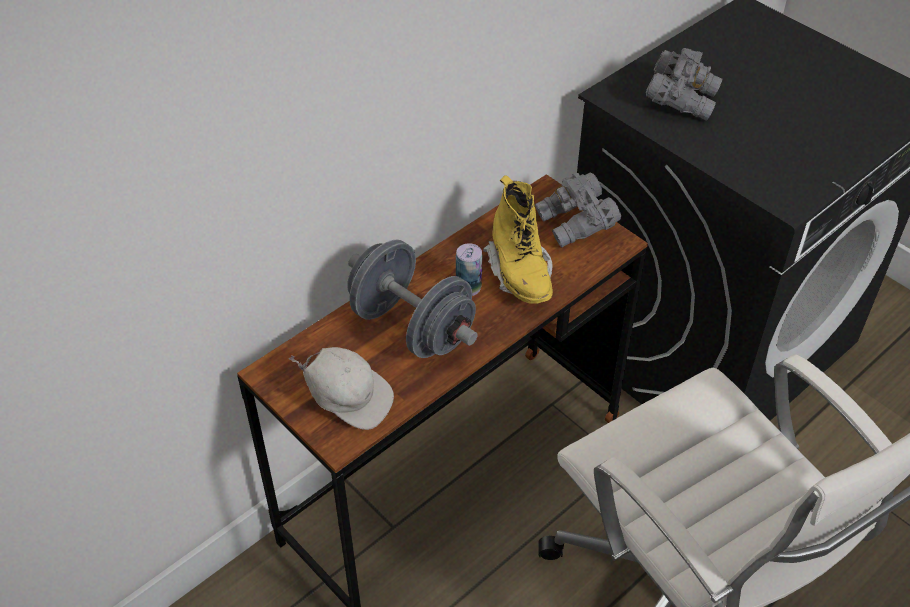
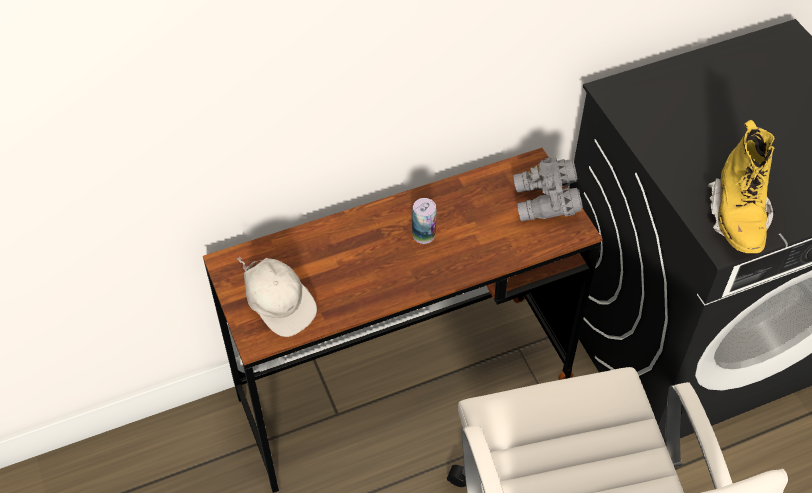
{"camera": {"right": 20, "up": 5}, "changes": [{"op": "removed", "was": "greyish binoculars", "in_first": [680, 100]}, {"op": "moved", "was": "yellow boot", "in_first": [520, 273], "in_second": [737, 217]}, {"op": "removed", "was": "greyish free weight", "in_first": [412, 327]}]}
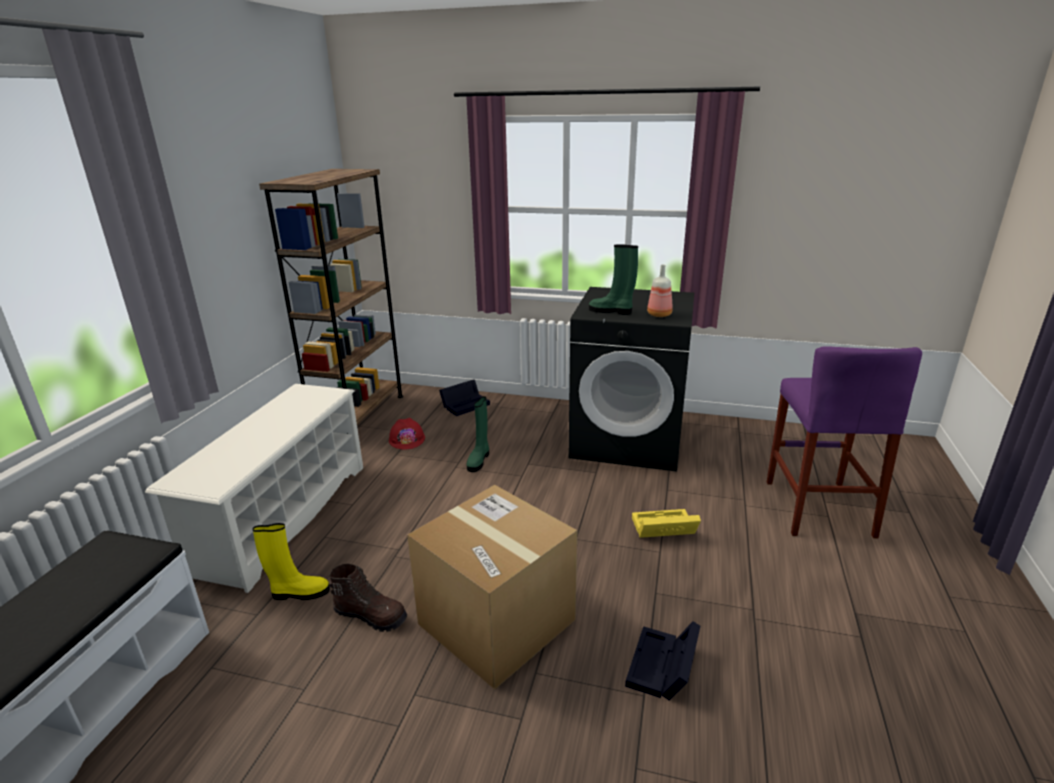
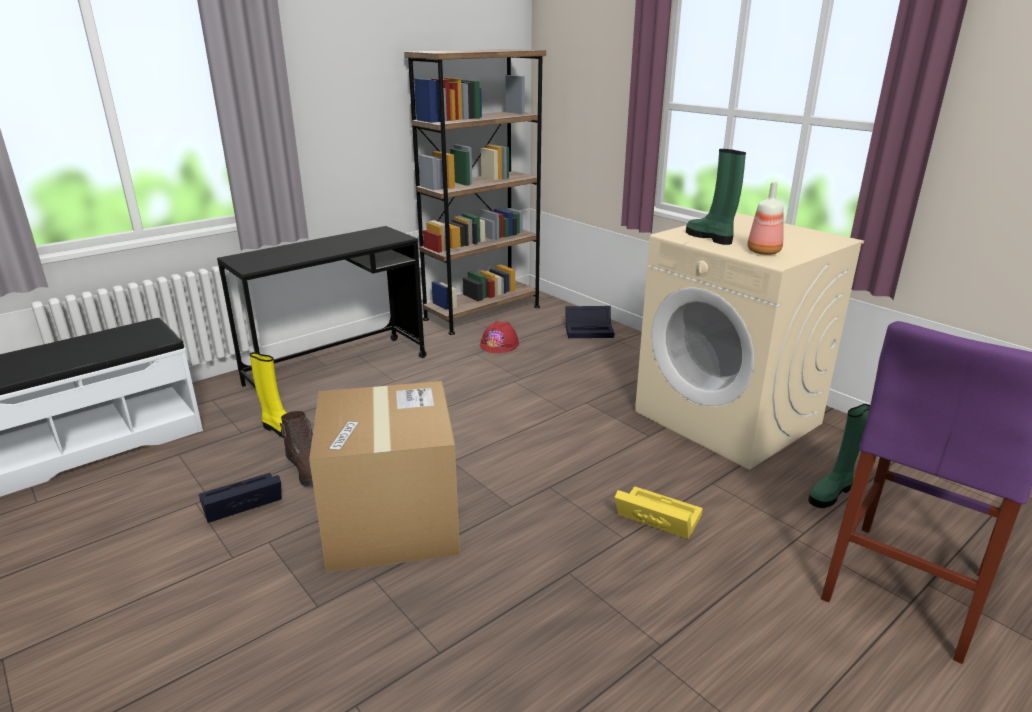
{"camera": {"right": 35, "up": 0}, "changes": [{"op": "recoloured", "was": "black washing machine", "now": "beige washing machine", "in_first": [628, 440], "in_second": [728, 418]}, {"op": "replaced", "was": "white-coloured shoe rack", "now": "black desk", "in_first": [283, 516], "in_second": [337, 370]}, {"op": "moved", "was": "green boot", "in_first": [479, 460], "in_second": [831, 493]}, {"op": "moved", "was": "black storage box", "in_first": [662, 668], "in_second": [240, 505]}]}
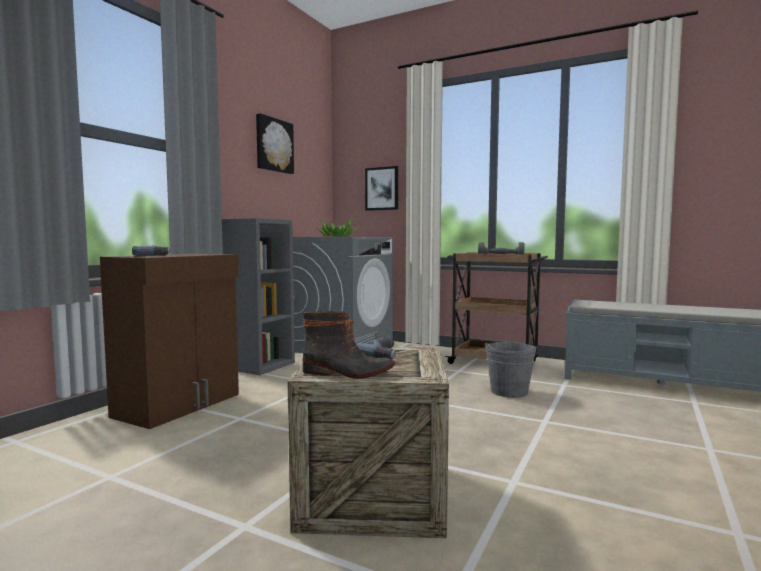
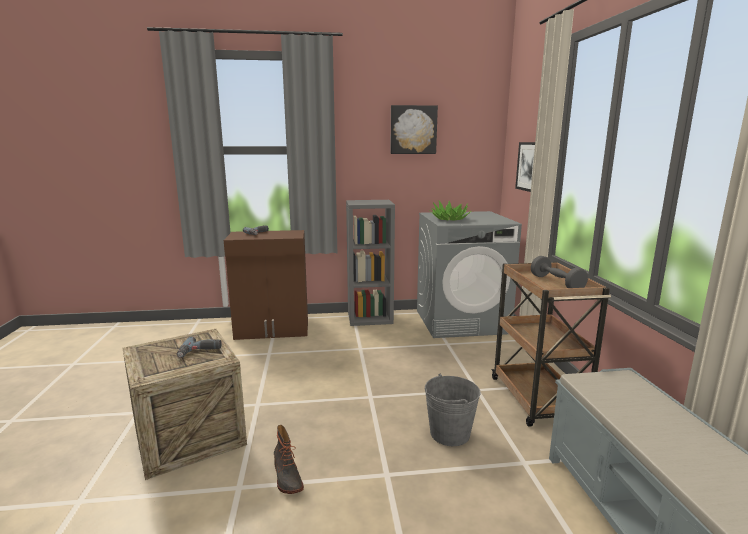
{"camera": {"right": 55, "up": 10}, "changes": [{"op": "moved", "was": "boot", "in_first": [347, 373], "in_second": [286, 477]}]}
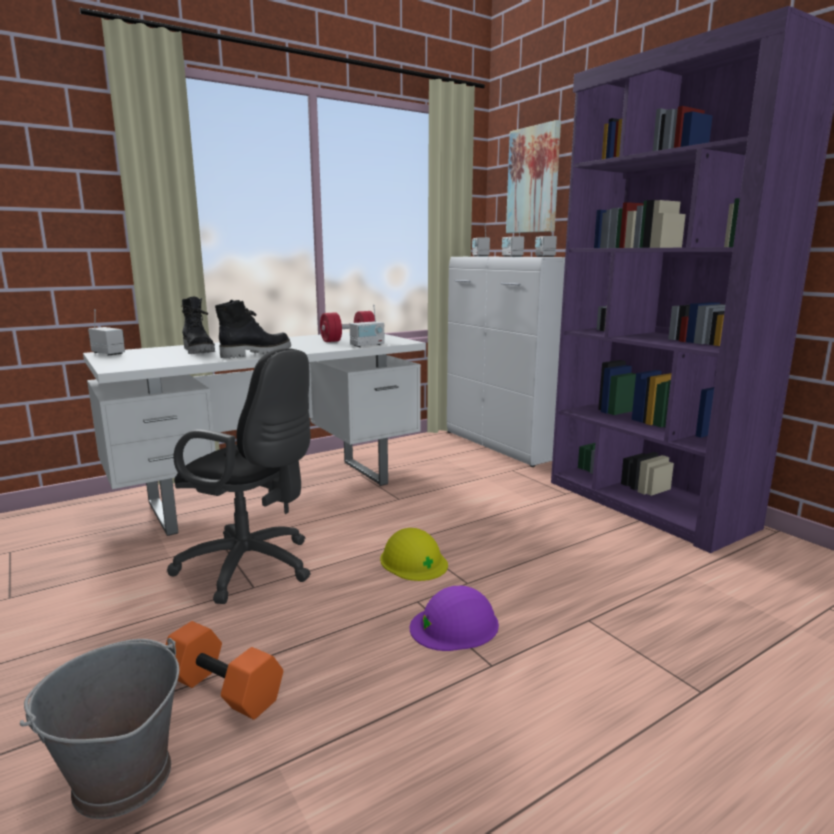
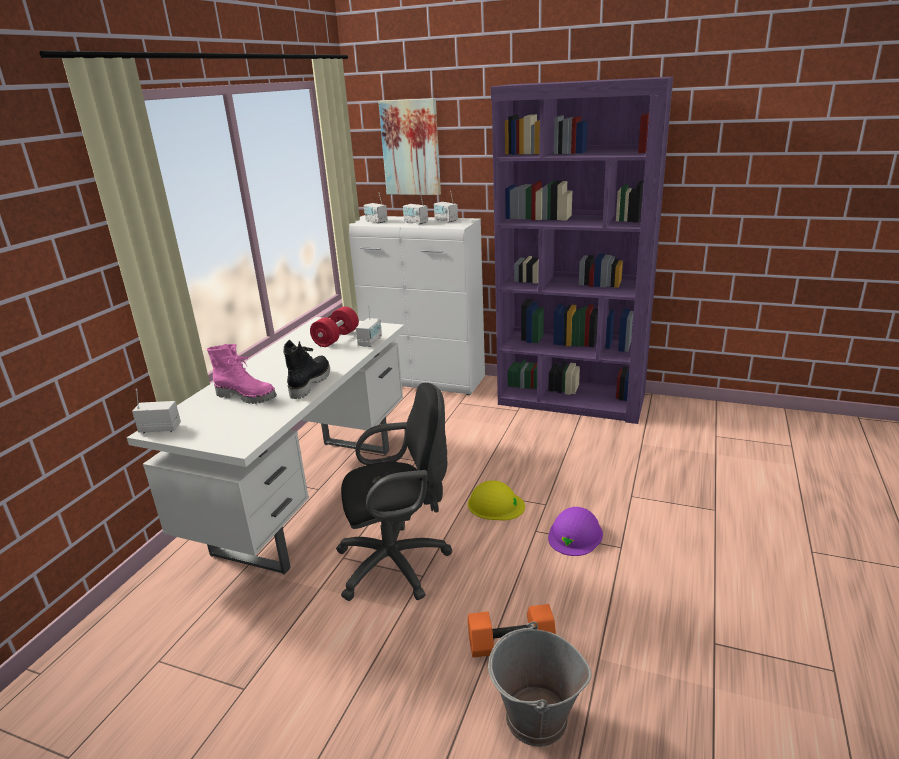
{"camera": {"right": -35, "up": 10}, "changes": [{"op": "recoloured", "was": "black boot", "now": "pink-coloured boot", "in_first": [199, 351], "in_second": [247, 396]}]}
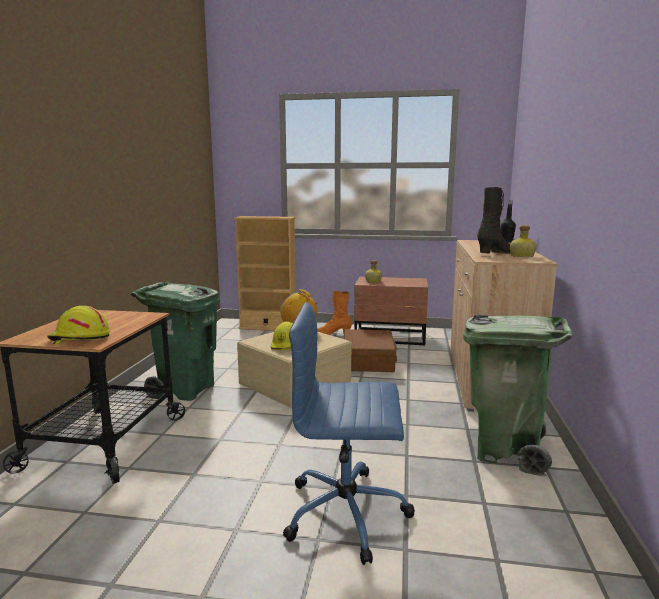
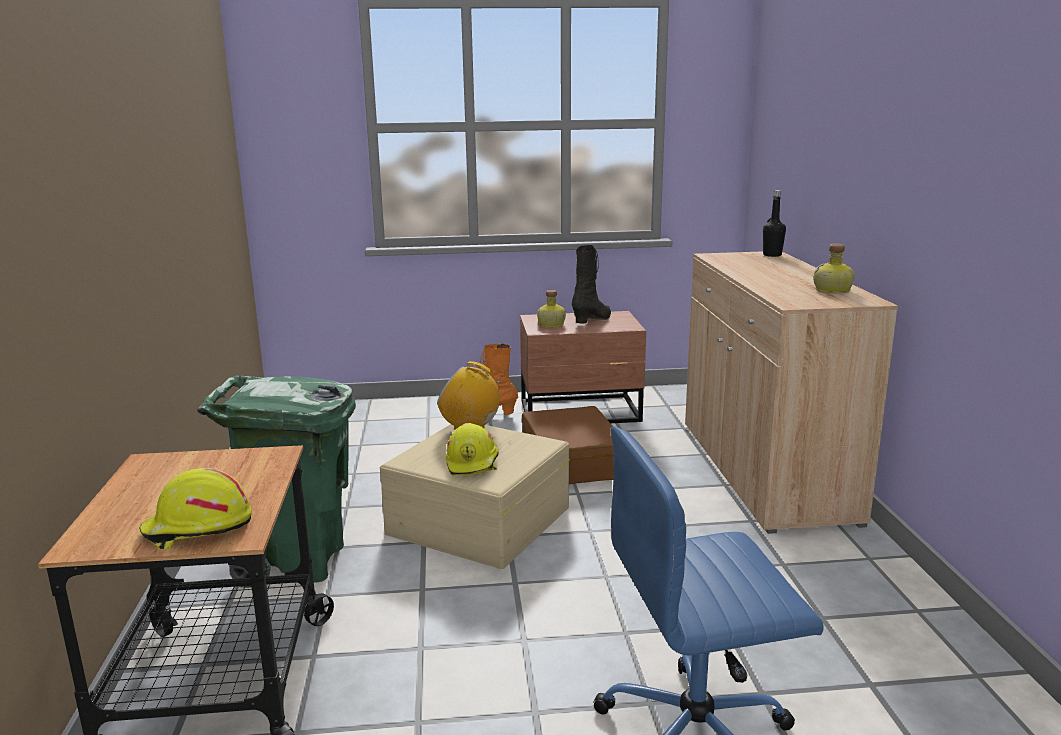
{"camera": {"right": -15, "up": 5}, "changes": [{"op": "moved", "was": "black boot", "in_first": [495, 253], "in_second": [593, 320]}, {"op": "removed", "was": "beige bookshelf", "in_first": [268, 327]}, {"op": "removed", "was": "green trash can", "in_first": [506, 451]}]}
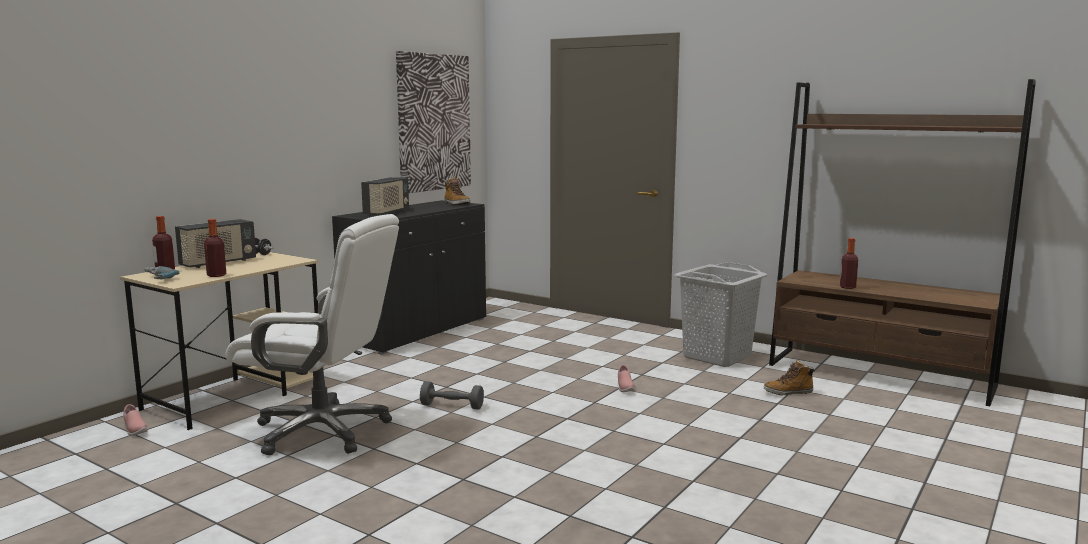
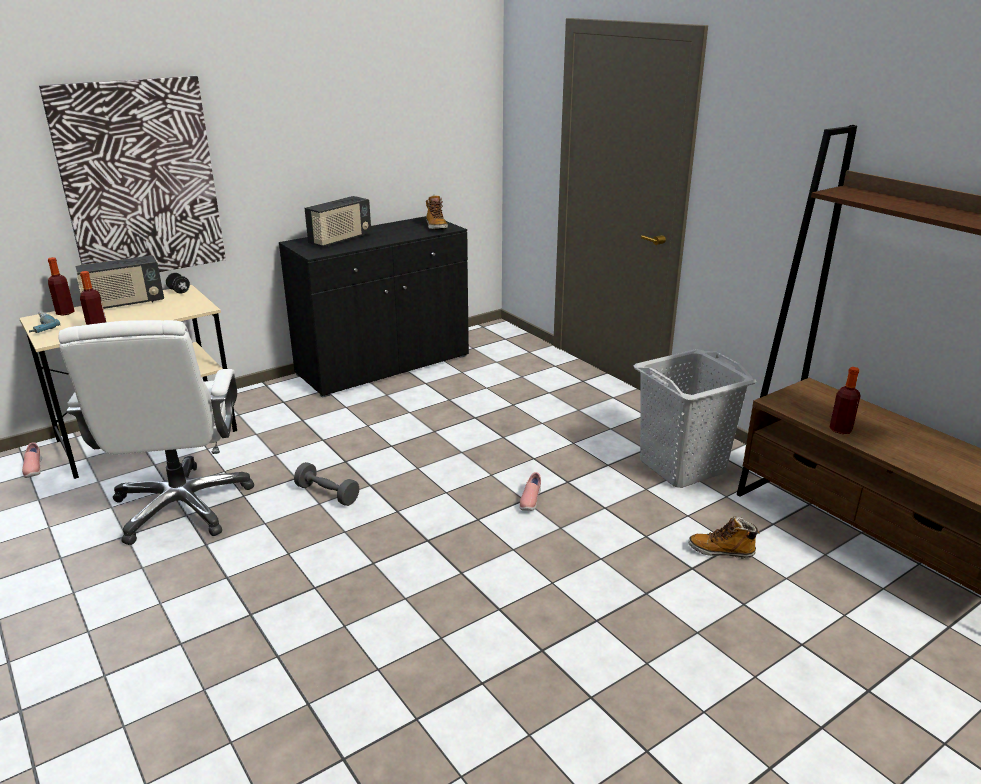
{"camera": {"right": 20, "up": 15}, "changes": [{"op": "moved", "was": "wall picture", "in_first": [434, 122], "in_second": [140, 180]}, {"op": "turned", "was": "white-coloured desk chair", "in_first": [323, 431], "in_second": [182, 506], "clockwise": 45}]}
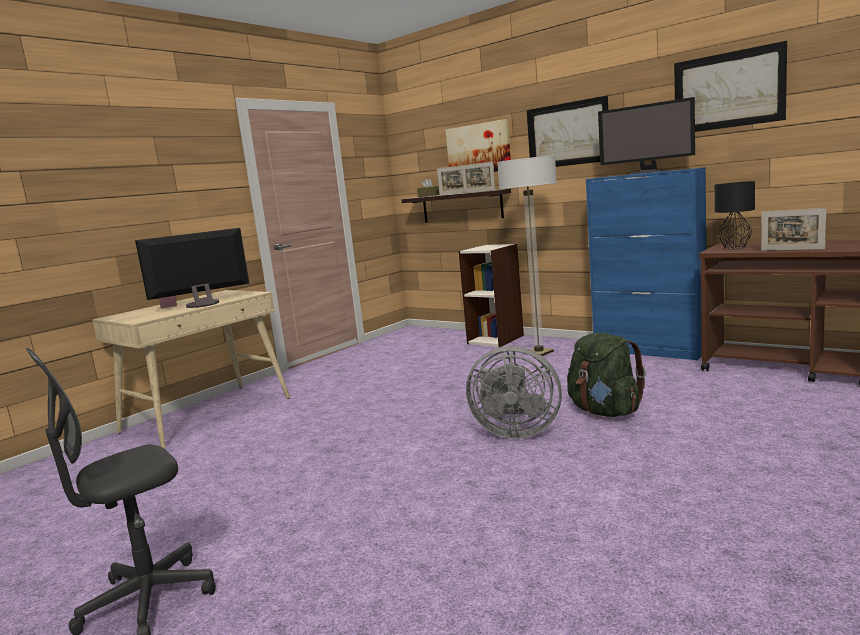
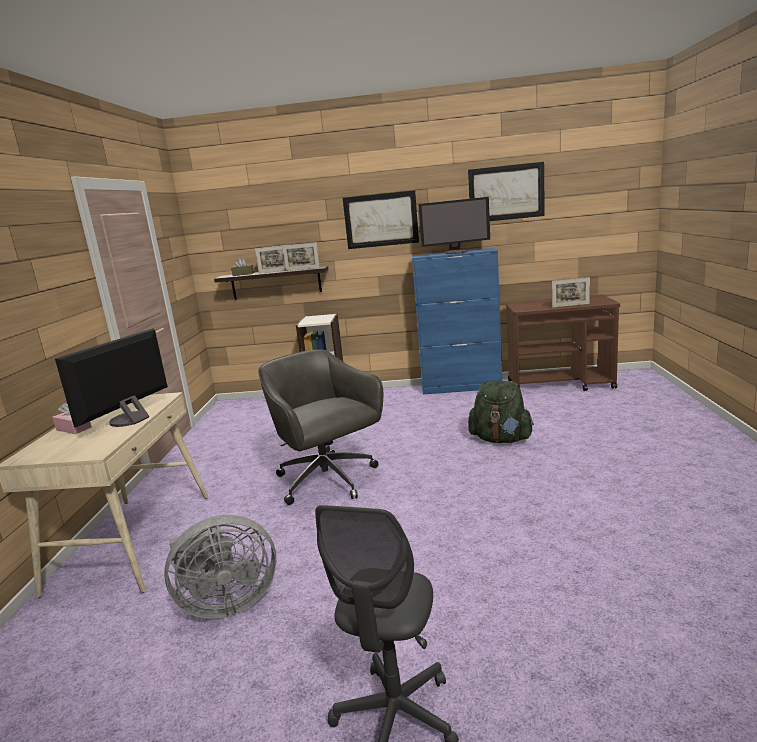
{"camera": {"right": -35, "up": 5}, "changes": [{"op": "removed", "was": "wall picture", "in_first": [478, 149]}, {"op": "removed", "was": "standard lamp", "in_first": [539, 353]}, {"op": "removed", "was": "black tabletop lamp", "in_first": [735, 248]}, {"op": "moved", "was": "greyish electric fan", "in_first": [514, 432], "in_second": [226, 603]}, {"op": "added", "now": "greyish desk chair", "in_second": [328, 481]}]}
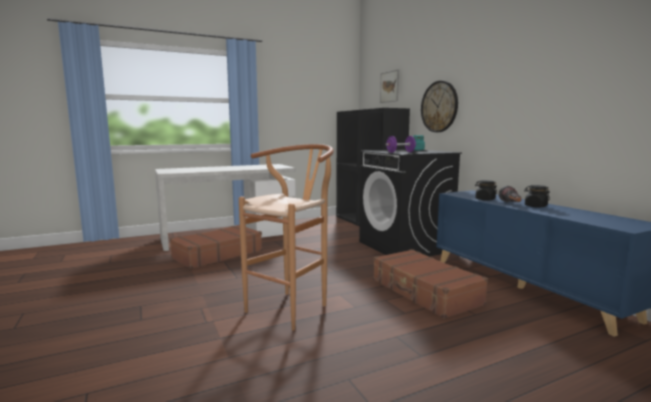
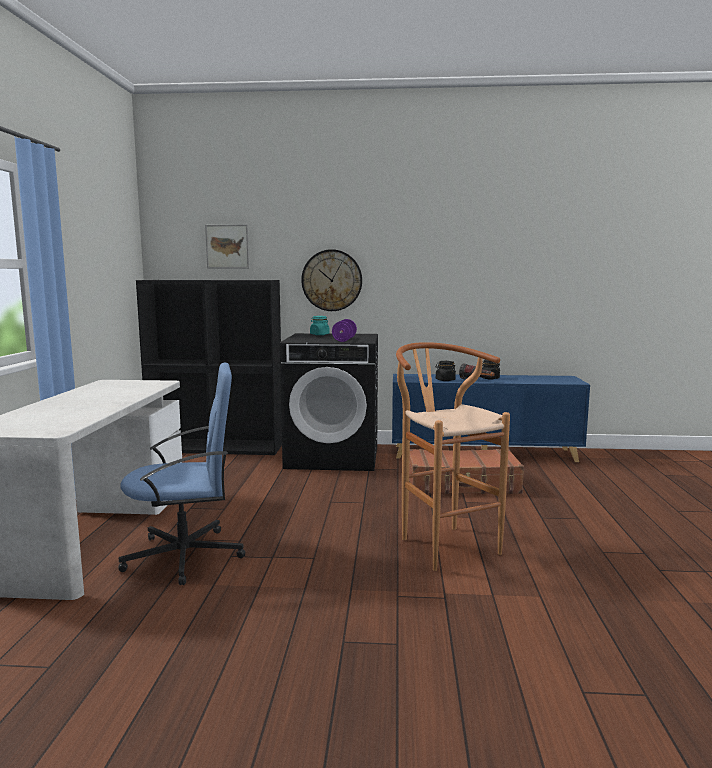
{"camera": {"right": -60, "up": 0}, "changes": [{"op": "replaced", "was": "brownish travel case", "now": "bluish desk chair", "in_first": [217, 254], "in_second": [186, 556]}]}
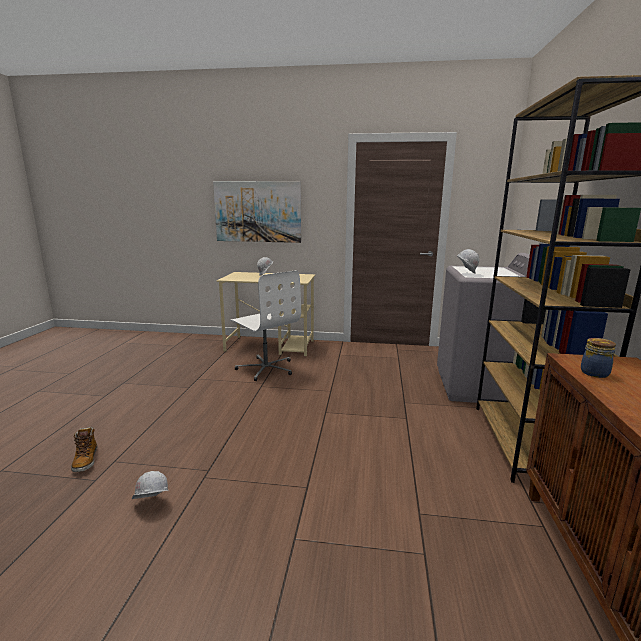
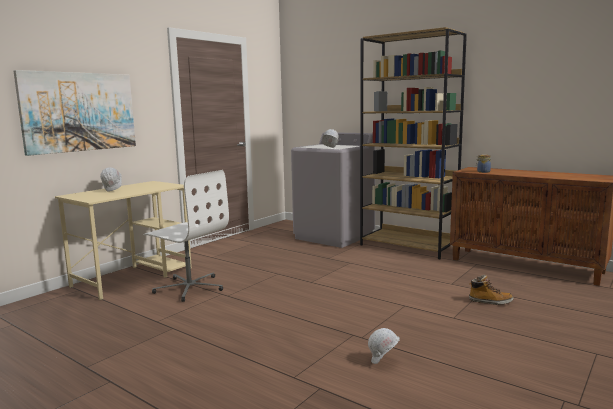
{"camera": {"right": -60, "up": -5}, "changes": [{"op": "turned", "was": "white-coloured desk chair", "in_first": [266, 368], "in_second": [189, 287], "clockwise": 45}, {"op": "moved", "was": "boot", "in_first": [86, 460], "in_second": [490, 301]}]}
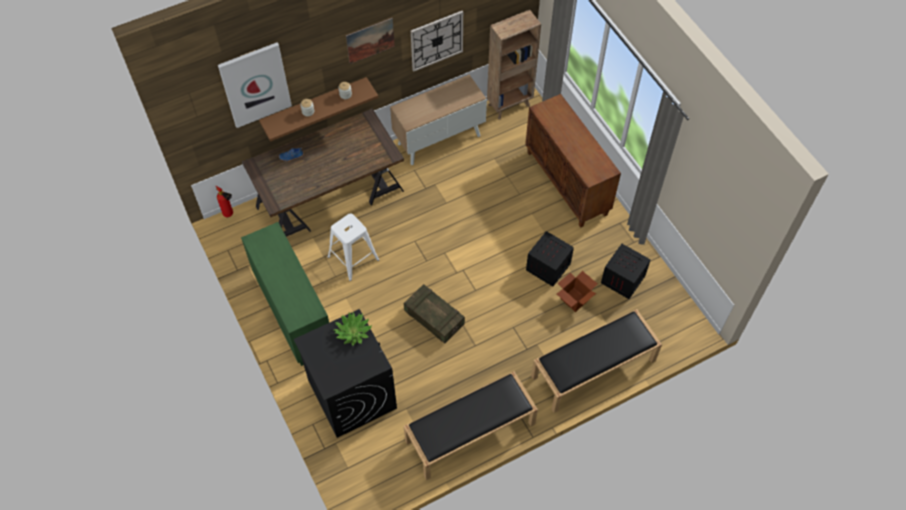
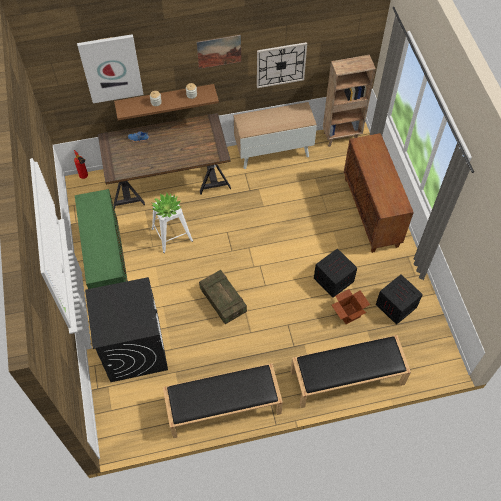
{"camera": {"right": 15, "up": 0}, "changes": [{"op": "moved", "was": "plant in a pot", "in_first": [353, 332], "in_second": [167, 208]}]}
